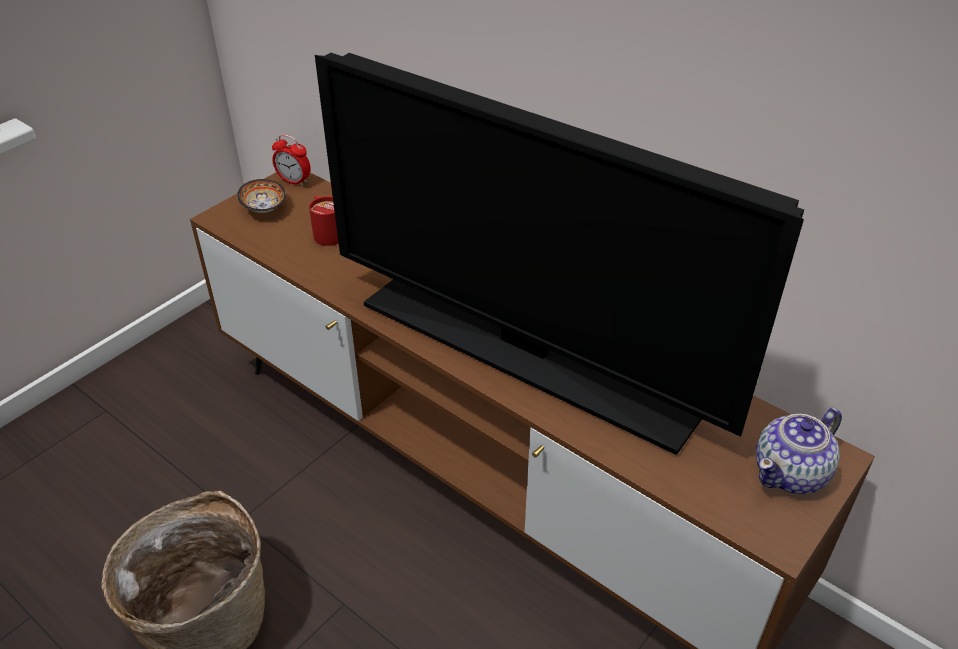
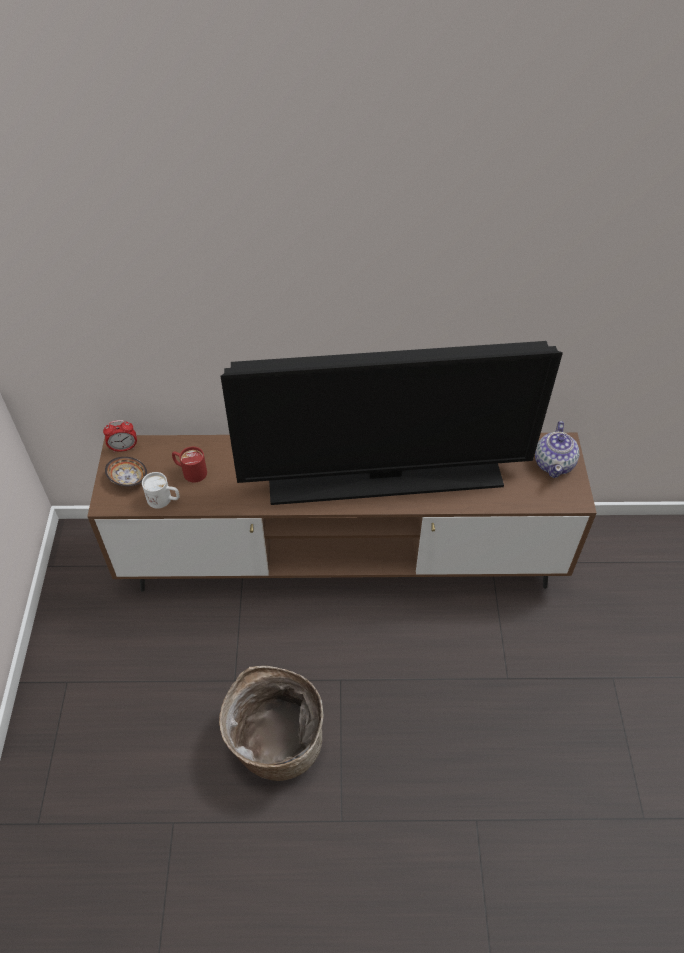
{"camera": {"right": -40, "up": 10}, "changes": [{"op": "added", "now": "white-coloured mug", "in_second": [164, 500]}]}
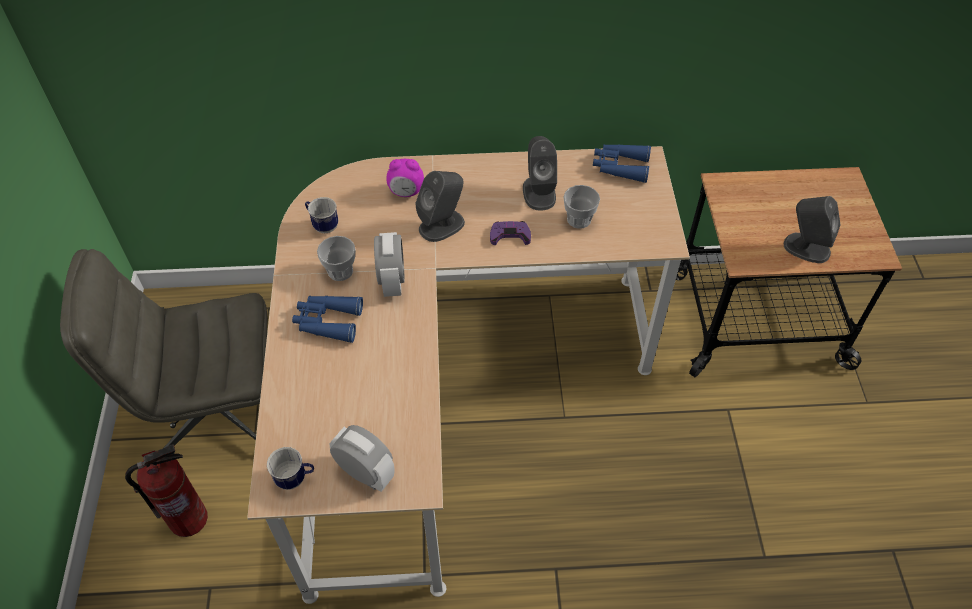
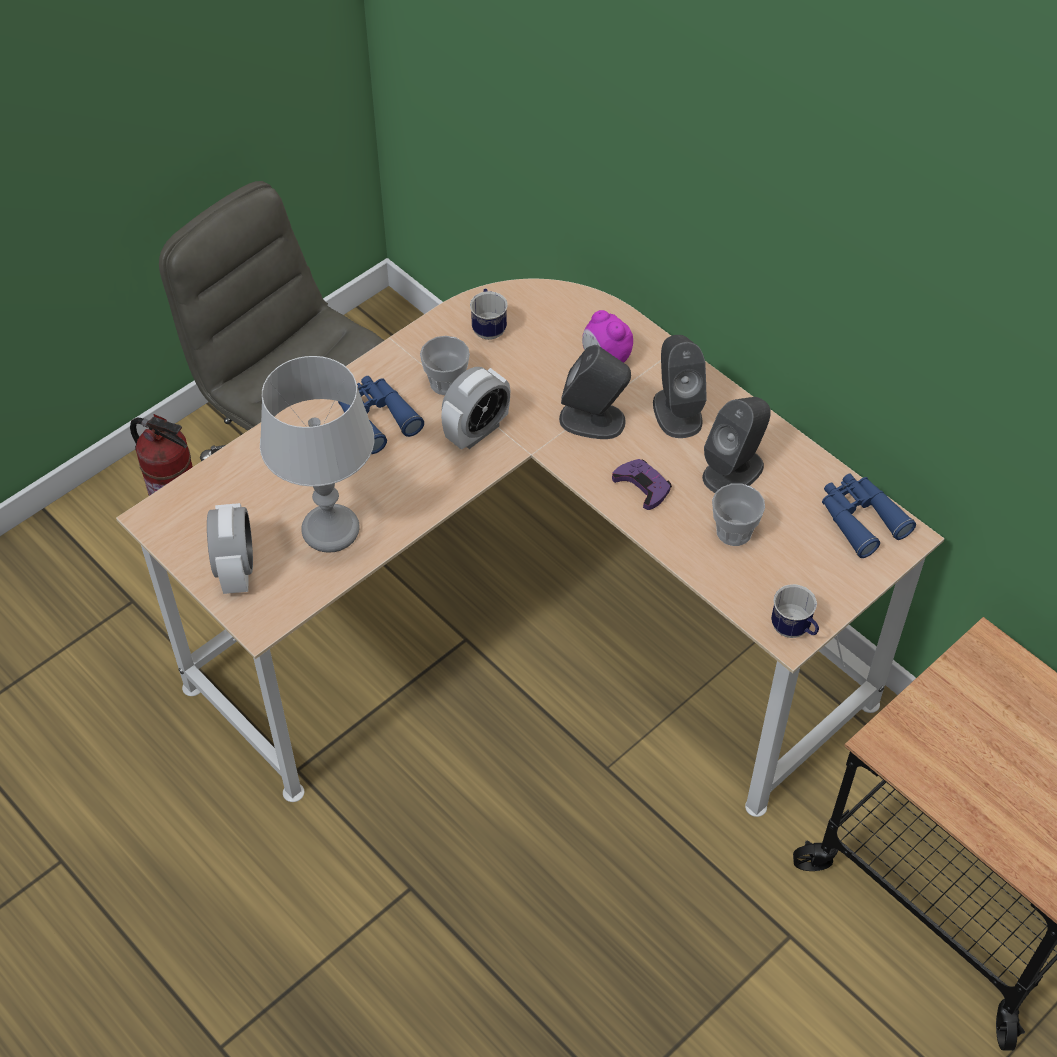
{"camera": {"right": 50, "up": 0}, "changes": [{"op": "moved", "was": "greyish audio speaker", "in_first": [806, 248], "in_second": [677, 412]}, {"op": "moved", "was": "mug", "in_first": [295, 478], "in_second": [794, 630]}, {"op": "added", "now": "greyish tabletop lamp", "in_second": [330, 530]}]}
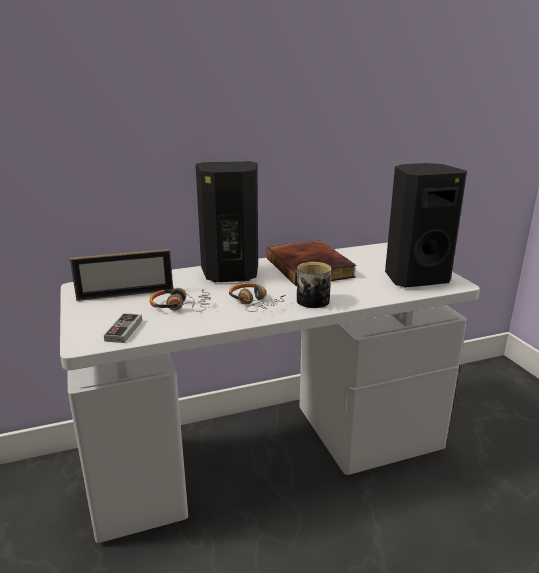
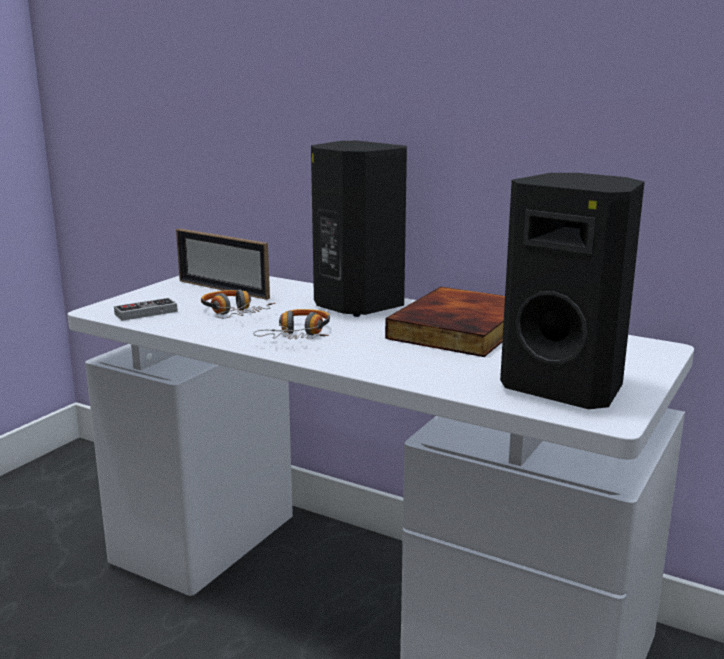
{"camera": {"right": 50, "up": -5}, "changes": [{"op": "removed", "was": "mug", "in_first": [315, 302]}]}
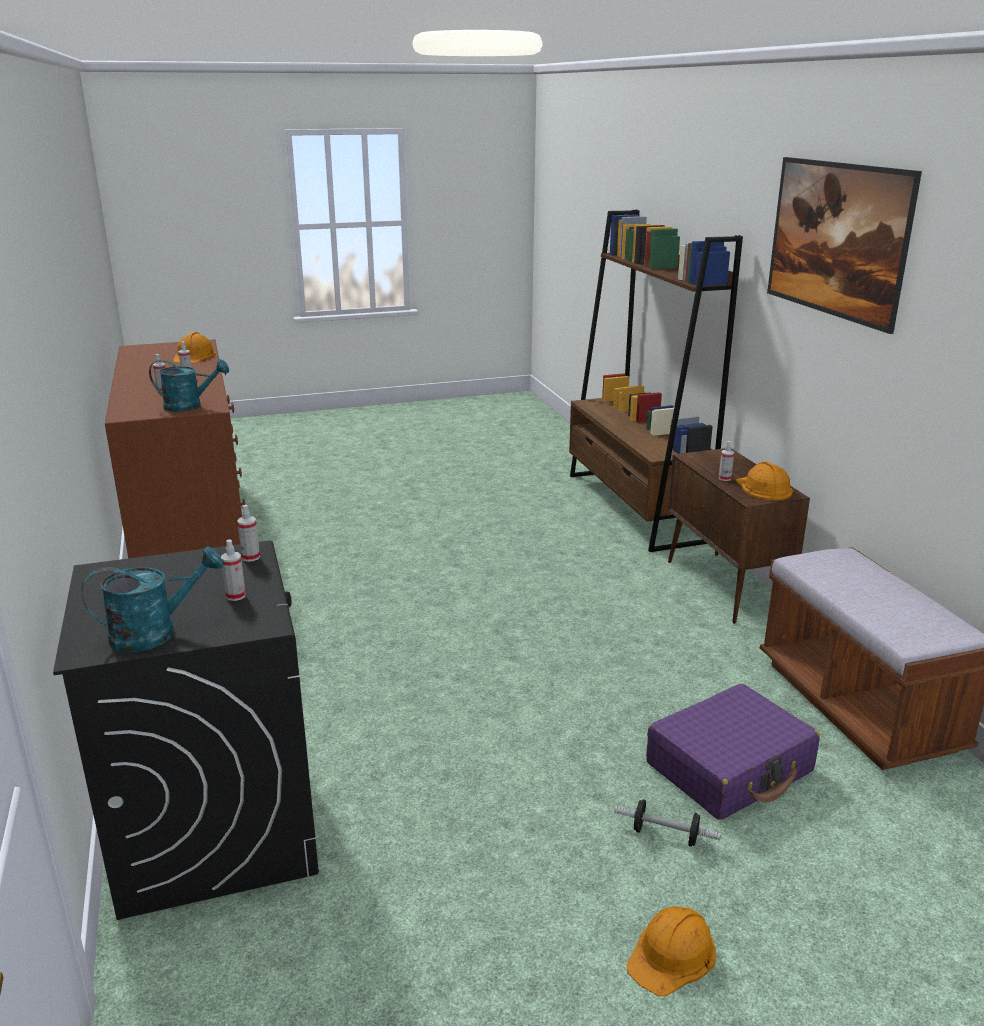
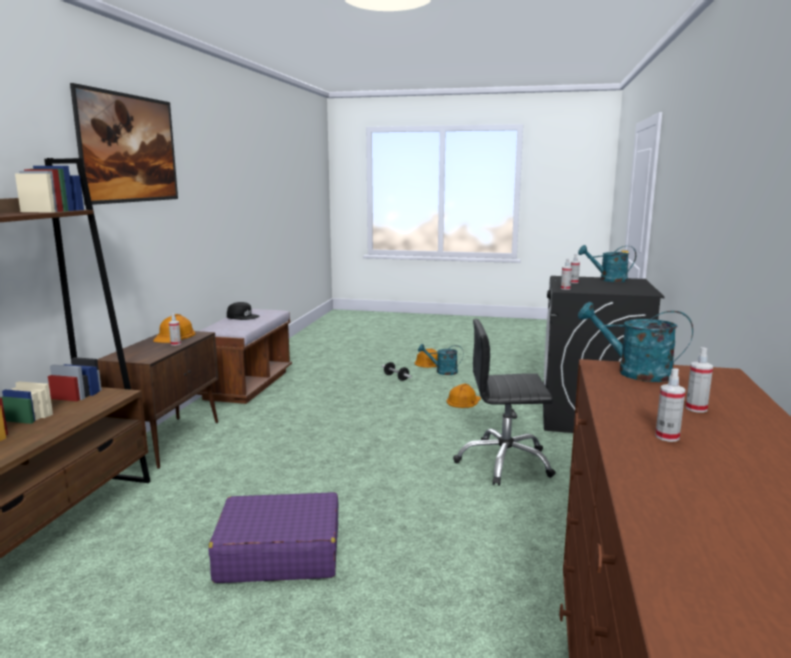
{"camera": {"right": -150, "up": -10}, "changes": [{"op": "moved", "was": "orangey safety helmet", "in_first": [194, 356], "in_second": [463, 401]}, {"op": "moved", "was": "purplish travel case", "in_first": [730, 768], "in_second": [278, 553]}, {"op": "added", "now": "black baseball cap", "in_second": [243, 316]}, {"op": "added", "now": "black desk chair", "in_second": [504, 462]}, {"op": "added", "now": "blue-green watering pot", "in_second": [442, 372]}]}
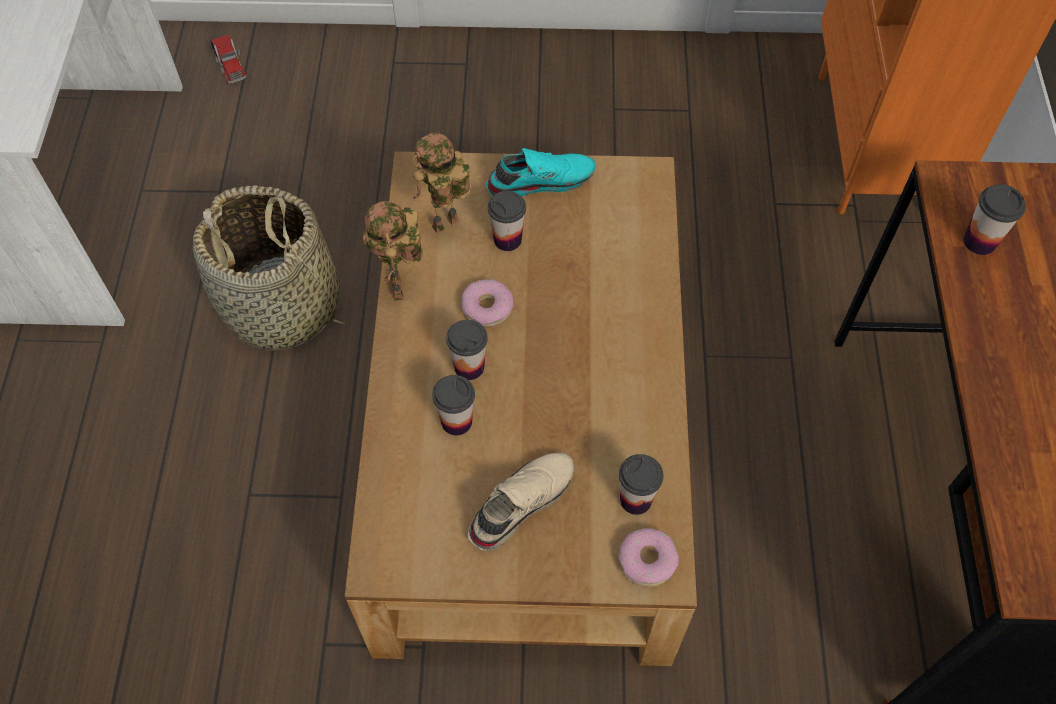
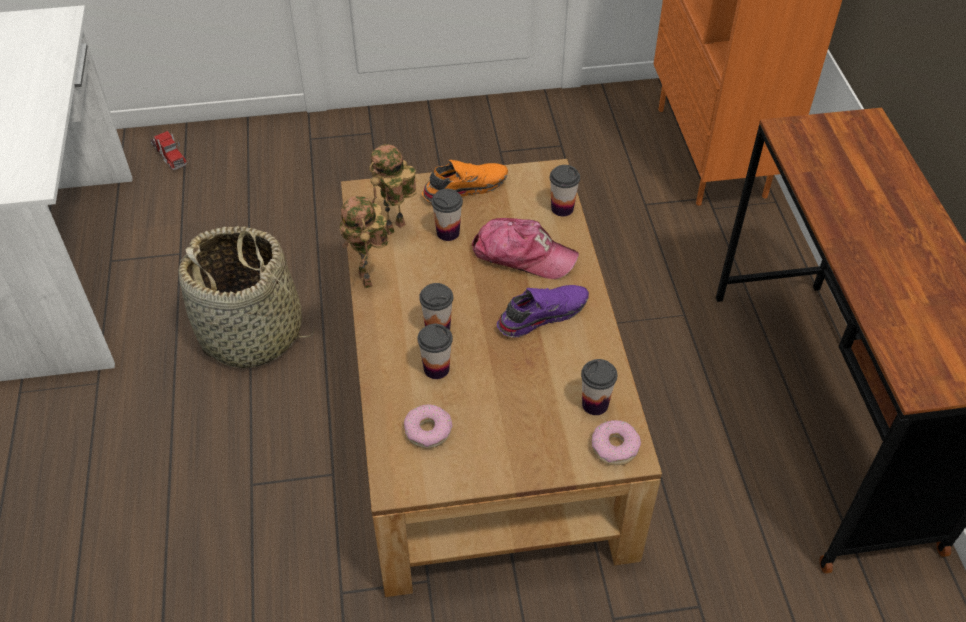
{"camera": {"right": -10, "up": -10}, "changes": [{"op": "recoloured", "was": "blue-green item of footwear", "now": "orangey item of footwear", "in_first": [540, 180], "in_second": [464, 187]}, {"op": "moved", "was": "drinking cup", "in_first": [979, 241], "in_second": [562, 208]}, {"op": "moved", "was": "donut", "in_first": [487, 307], "in_second": [428, 430]}, {"op": "removed", "was": "beige item of footwear", "in_first": [520, 502]}, {"op": "added", "now": "baseball cap", "in_second": [523, 255]}, {"op": "added", "now": "purplish item of footwear", "in_second": [541, 314]}]}
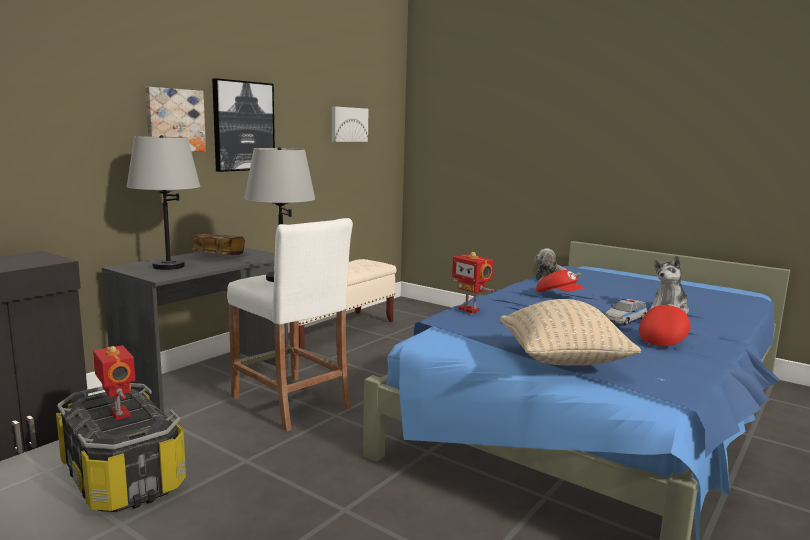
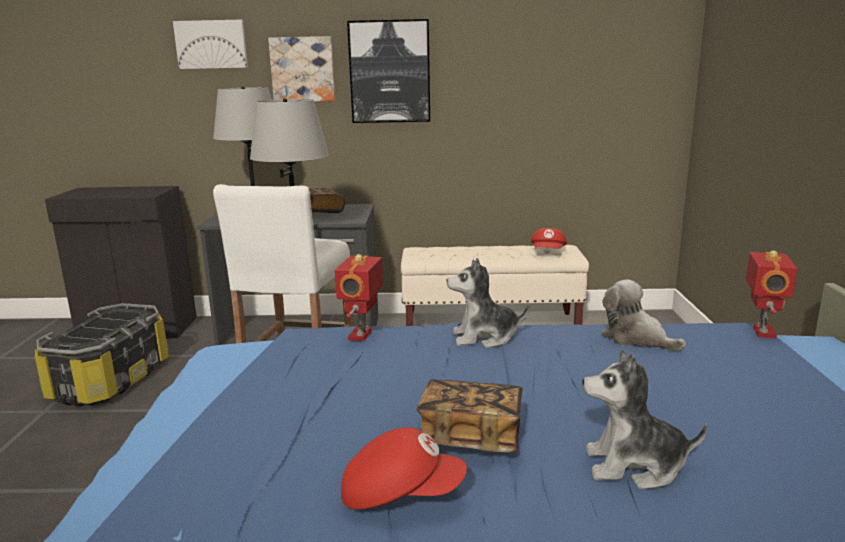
{"camera": {"right": 55, "up": 5}, "changes": [{"op": "moved", "was": "wall picture", "in_first": [348, 124], "in_second": [212, 44]}, {"op": "moved", "was": "reddish baseball cap", "in_first": [559, 295], "in_second": [548, 252]}, {"op": "replaced", "was": "model car", "now": "volume", "in_first": [625, 319], "in_second": [471, 436]}, {"op": "removed", "was": "beige pillow", "in_first": [562, 362]}, {"op": "moved", "was": "model robot", "in_first": [118, 414], "in_second": [762, 332]}, {"op": "added", "now": "soft toy", "in_second": [484, 337]}]}
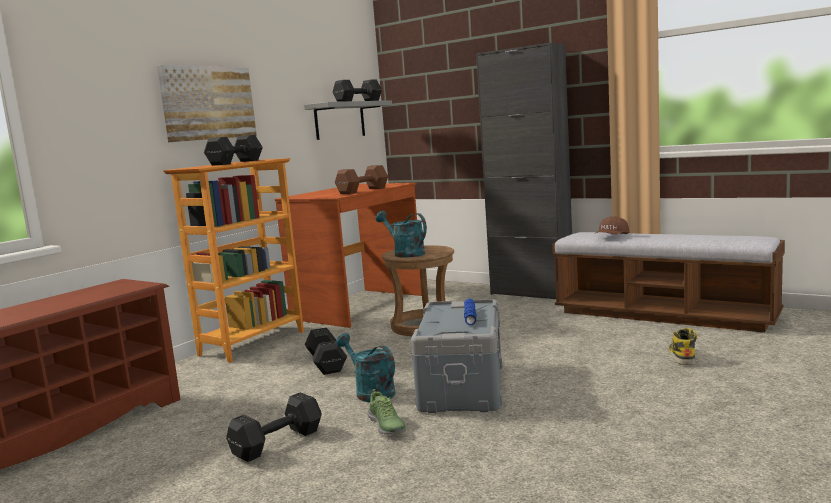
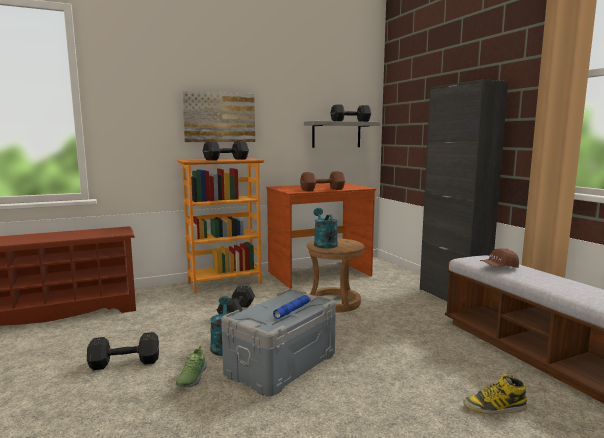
{"camera": {"right": 30, "up": 0}, "changes": [{"op": "turned", "was": "boot", "in_first": [682, 355], "in_second": [494, 407], "clockwise": -135}]}
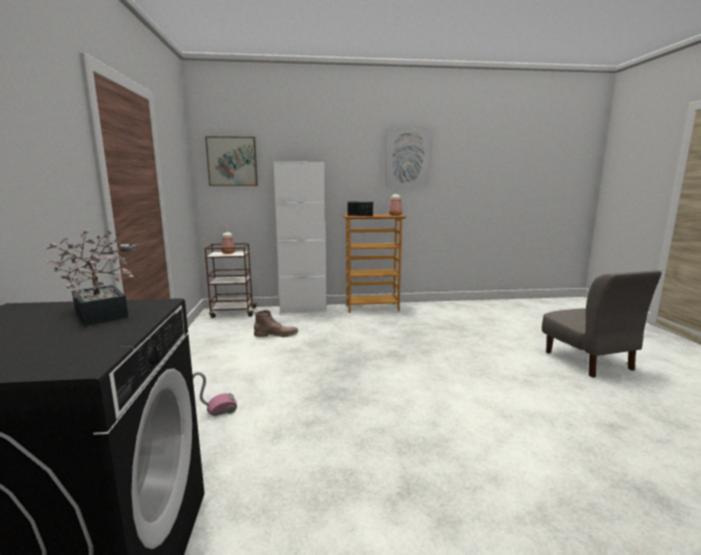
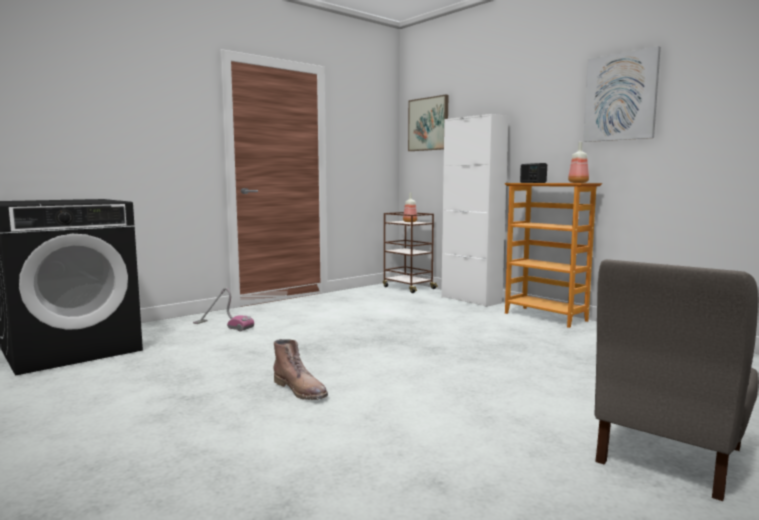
{"camera": {"right": 55, "up": -5}, "changes": [{"op": "removed", "was": "plant in a pot", "in_first": [100, 311]}, {"op": "moved", "was": "brownish boot", "in_first": [276, 334], "in_second": [301, 390]}]}
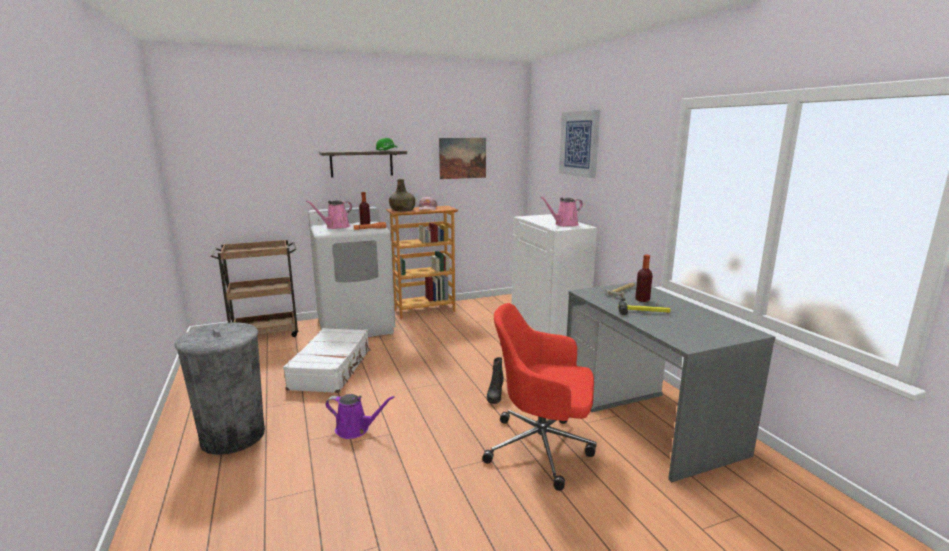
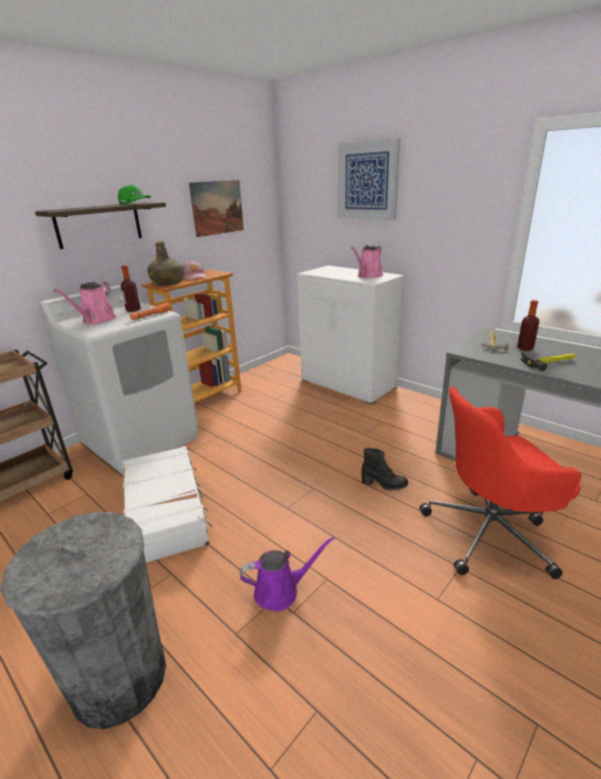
{"camera": {"right": -25, "up": 10}, "changes": [{"op": "turned", "was": "black boot", "in_first": [495, 395], "in_second": [384, 484], "clockwise": -60}]}
